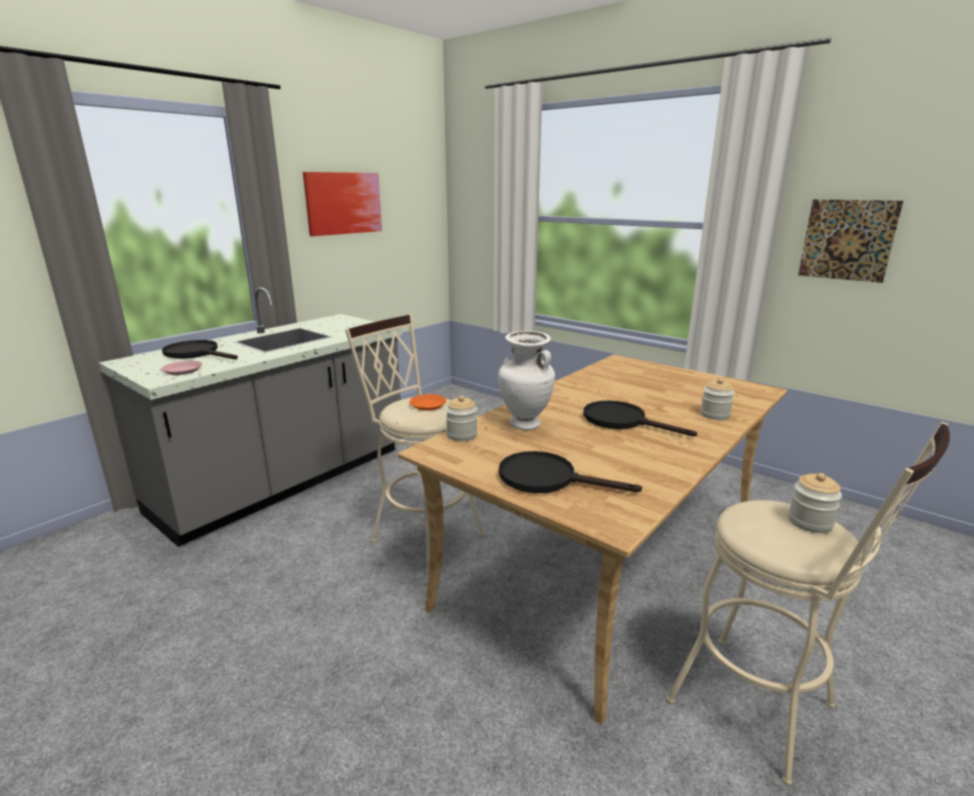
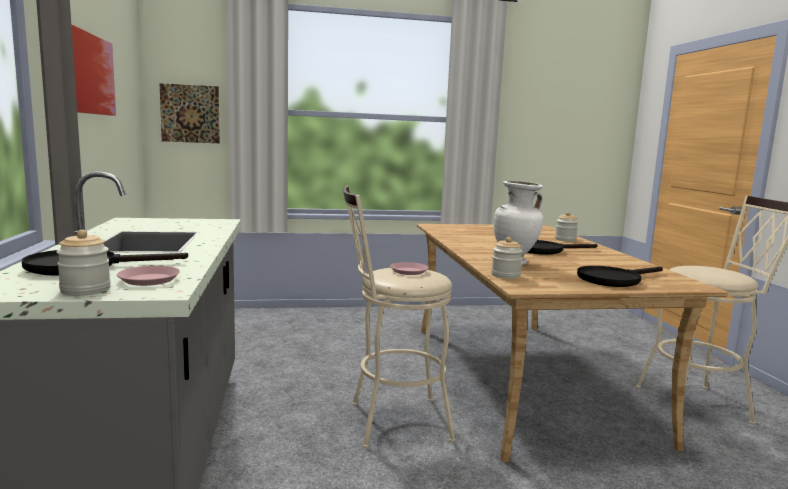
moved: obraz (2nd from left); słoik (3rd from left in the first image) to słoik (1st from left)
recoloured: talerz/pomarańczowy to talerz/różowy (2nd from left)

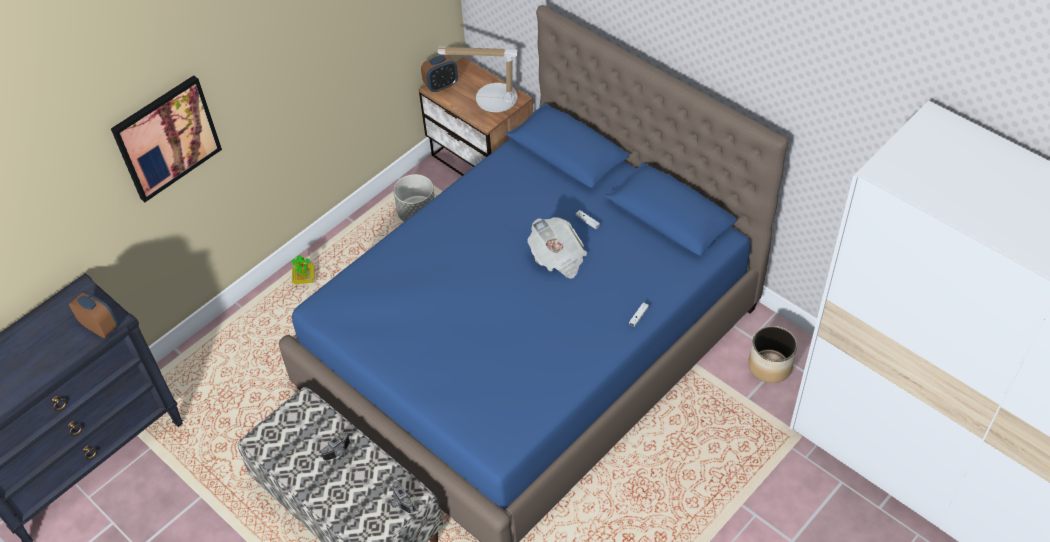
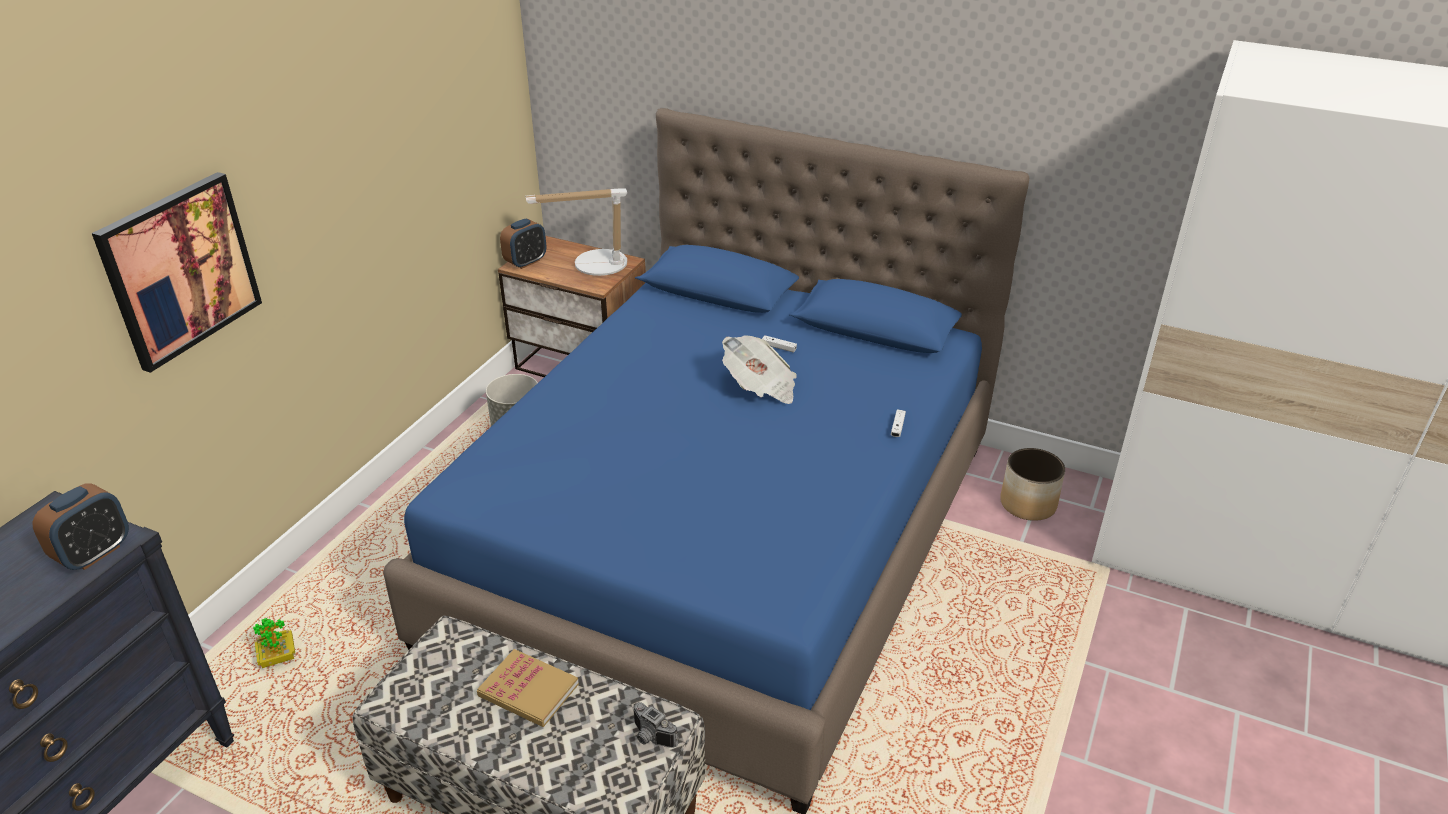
moved: roślina doniczkowa
replaced: aparat fotograficzny (1st from left) to książka
turned: budzik (1st from left) 105 degrees clockwise

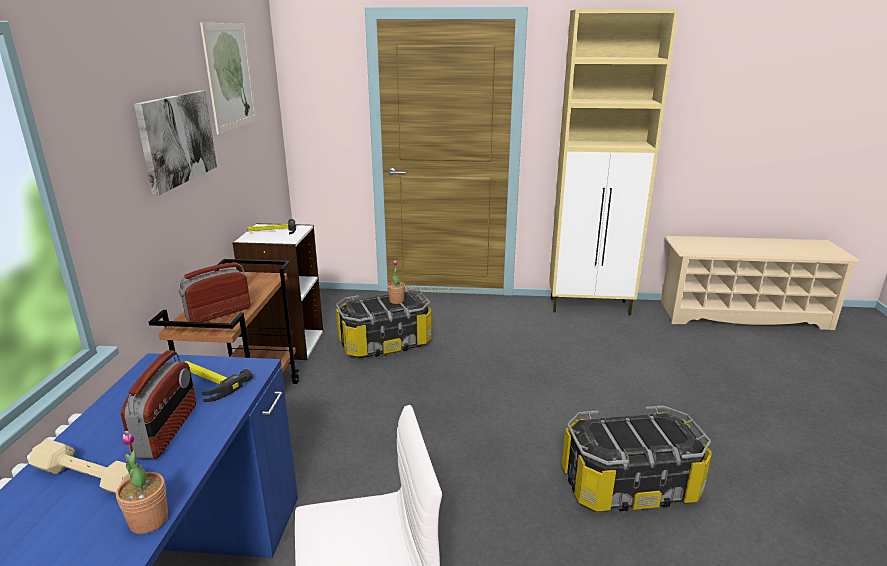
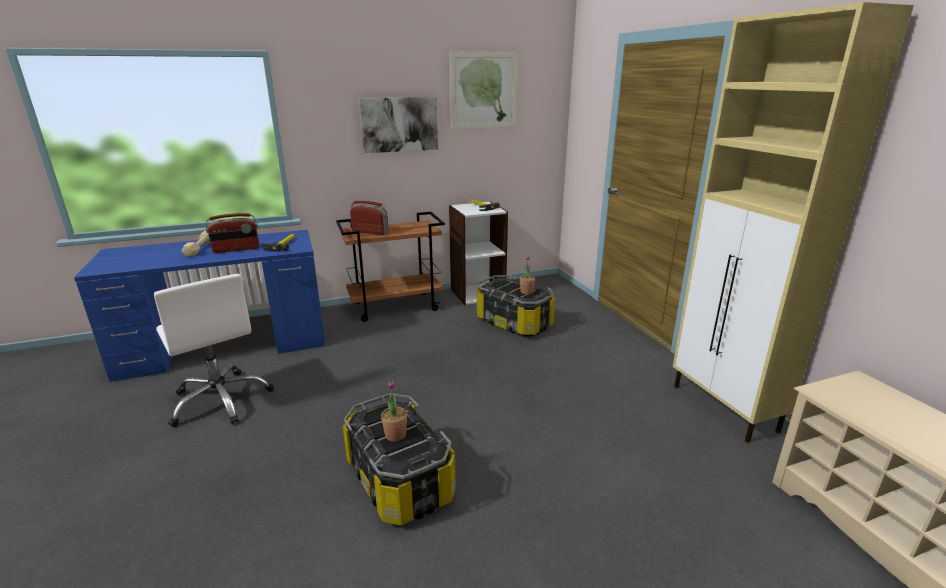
moved: roślina doniczkowa (1st from left)

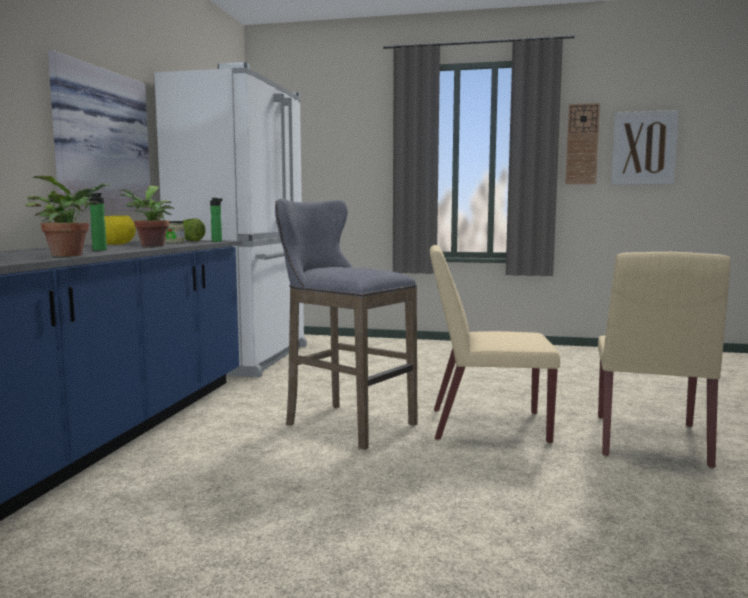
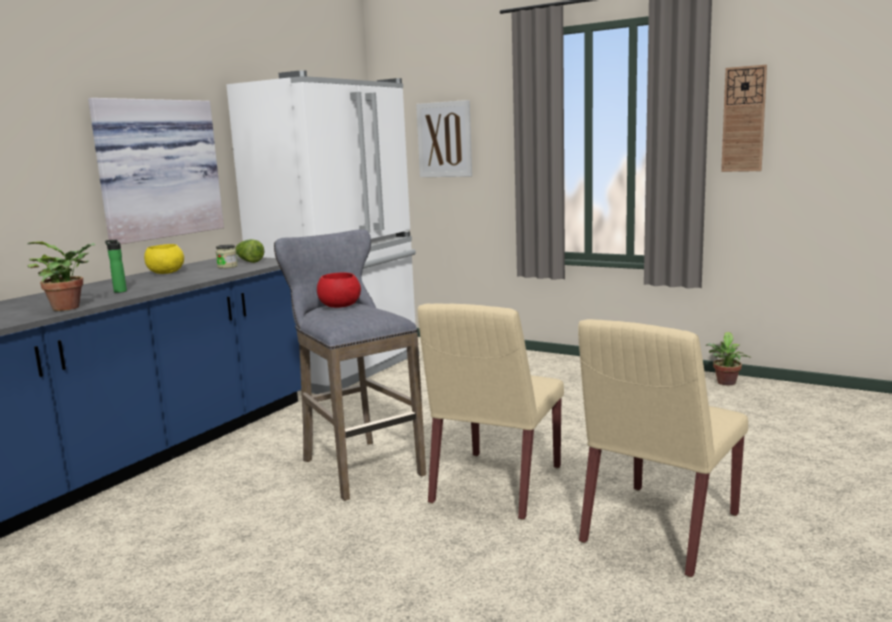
removed: butelka (2nd from left)
added: miska/czerwony
moved: obraz (2nd from left); roślina doniczkowa (2nd from left)
turned: krzesło/beżowy (1st from left) 90 degrees counterclockwise

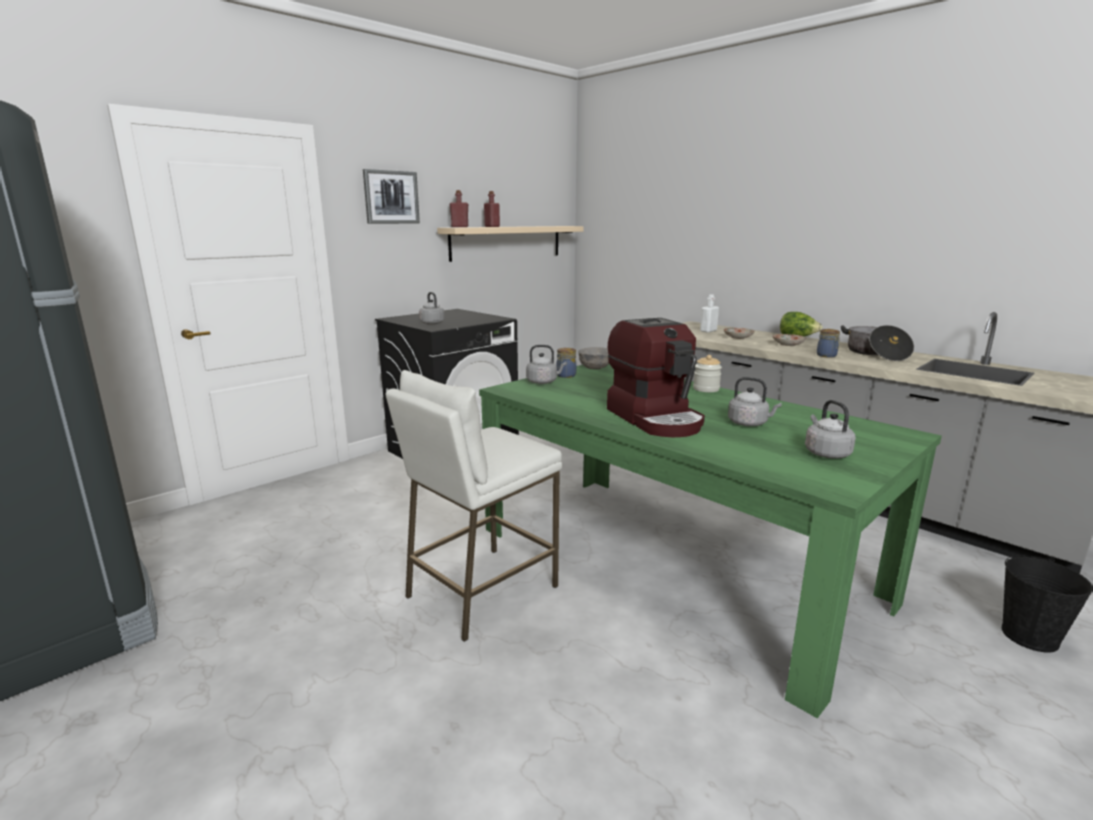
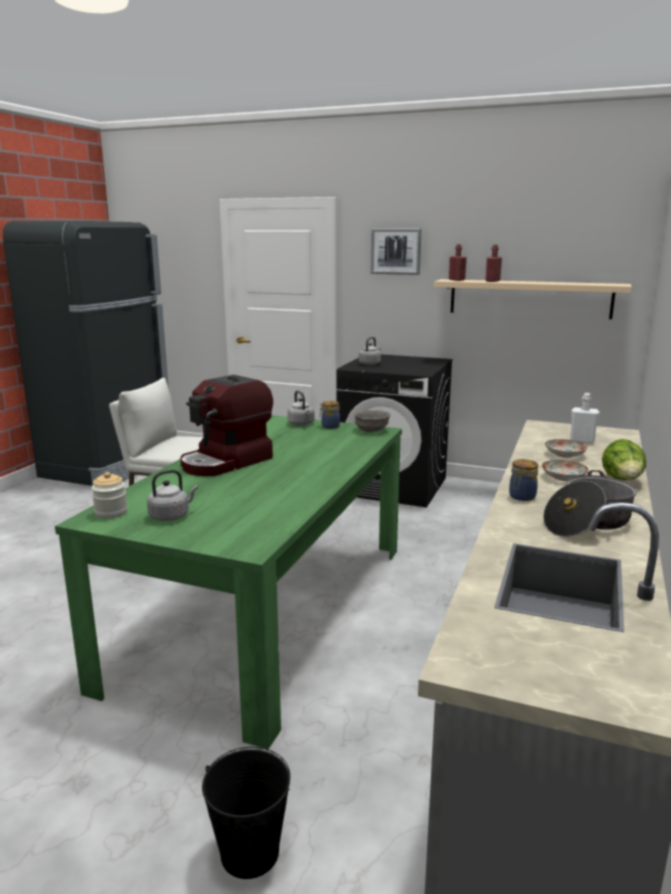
removed: czajnik/szary (3rd from left)
moved: słoik (2nd from left in the first image) to słoik (1st from left)

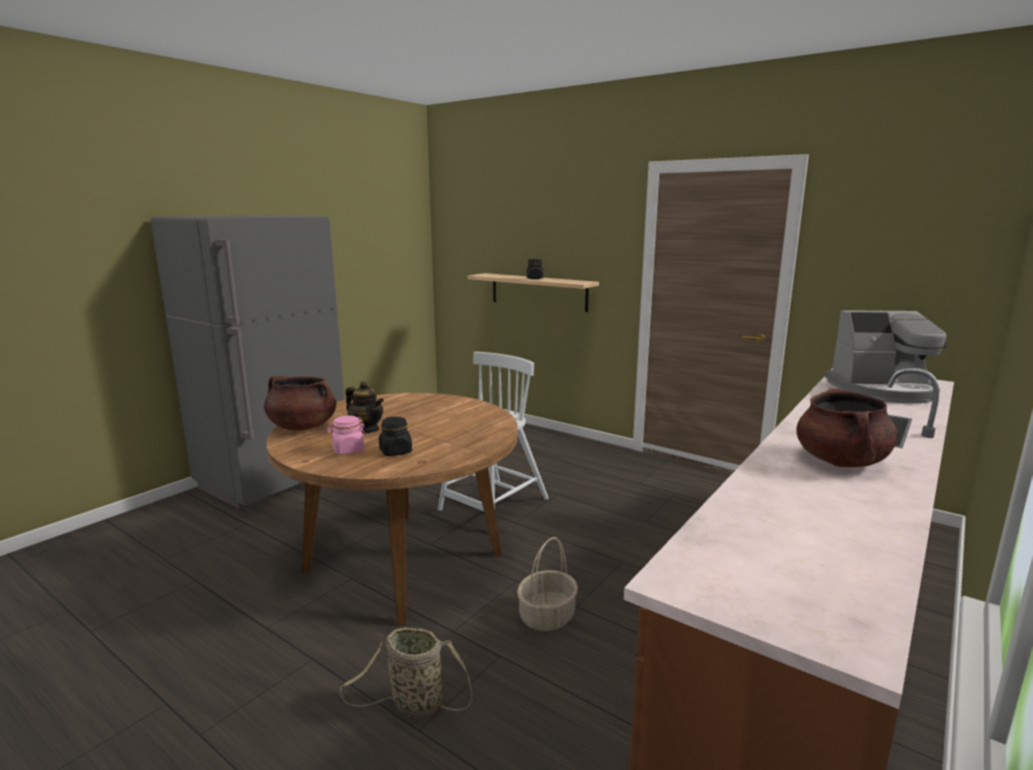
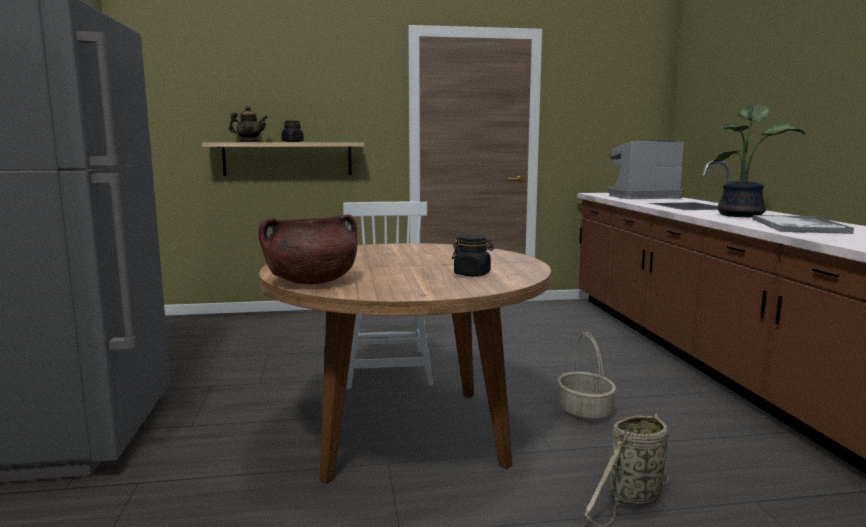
removed: słoik/różowy
added: taca
moved: imbryk
replaced: garnek/brązowy (2nd from left) to roślina doniczkowa
turned: ekspres do kawy 150 degrees counterclockwise

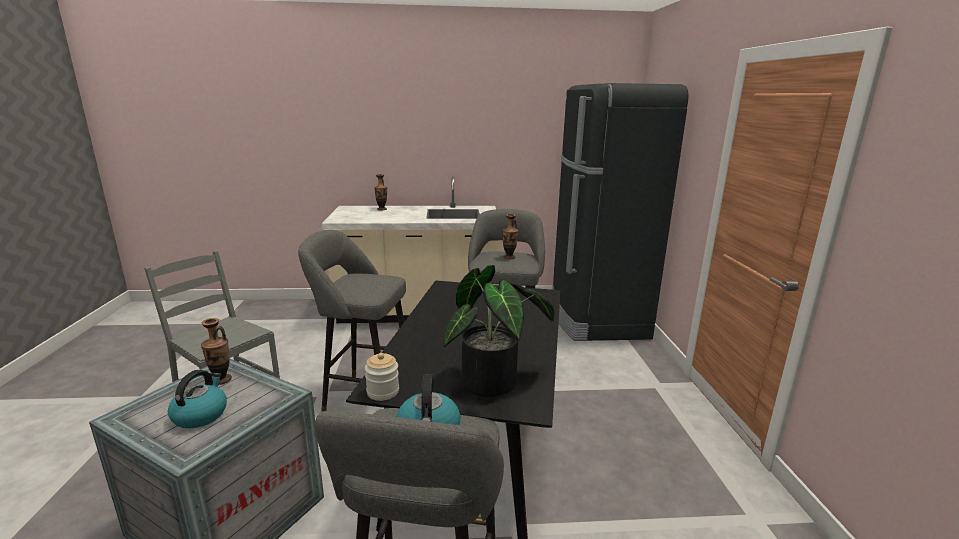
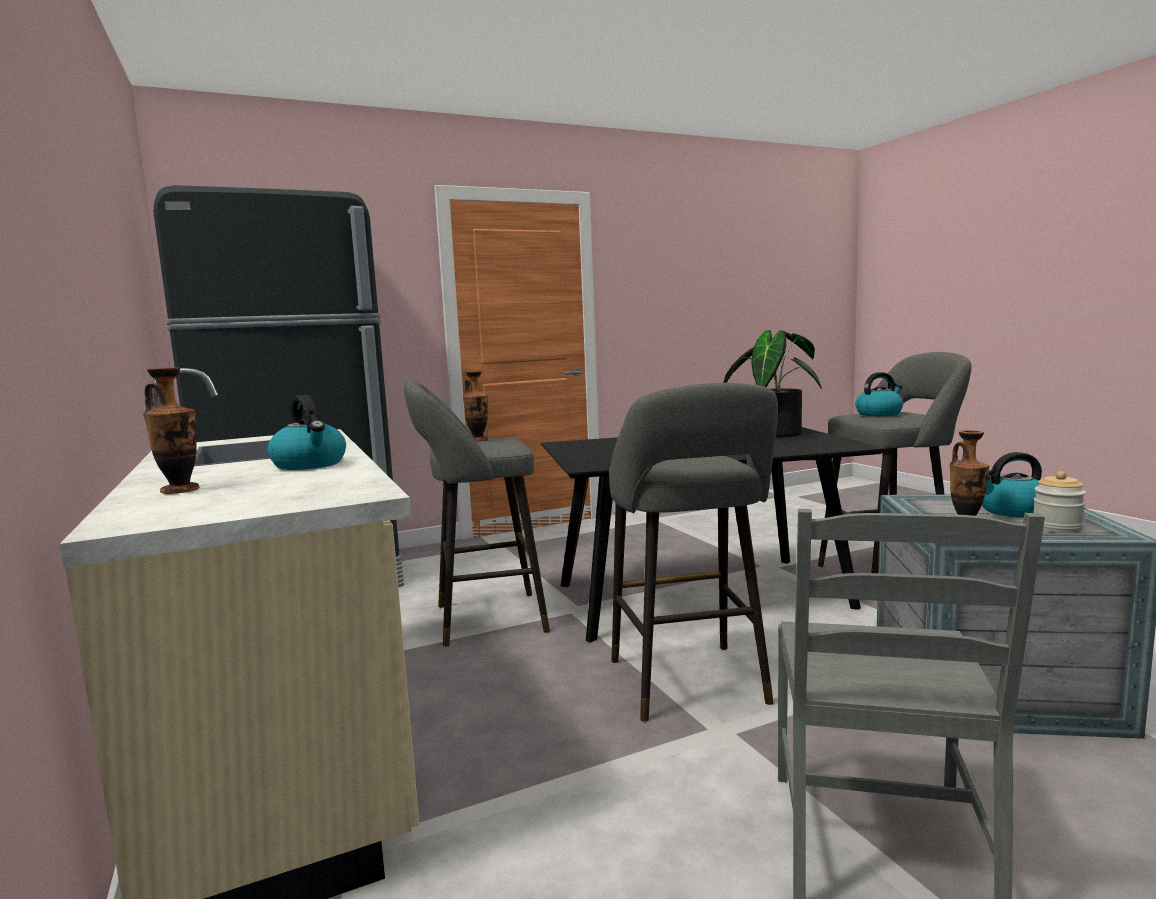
added: czajnik (1st from left)
moved: słoik

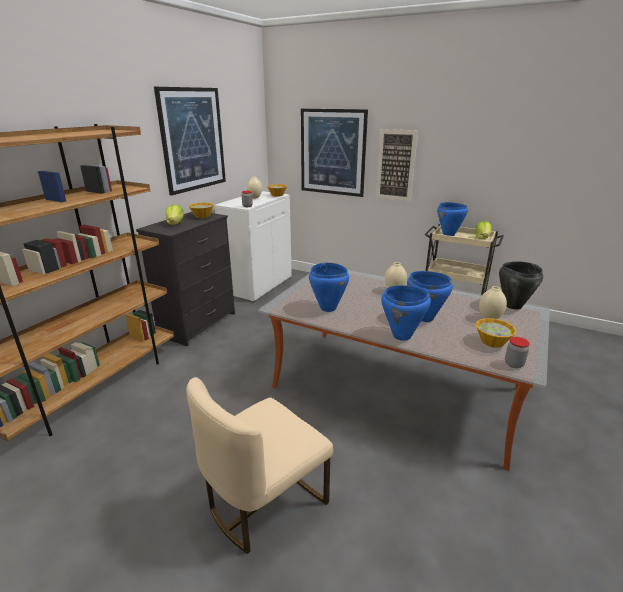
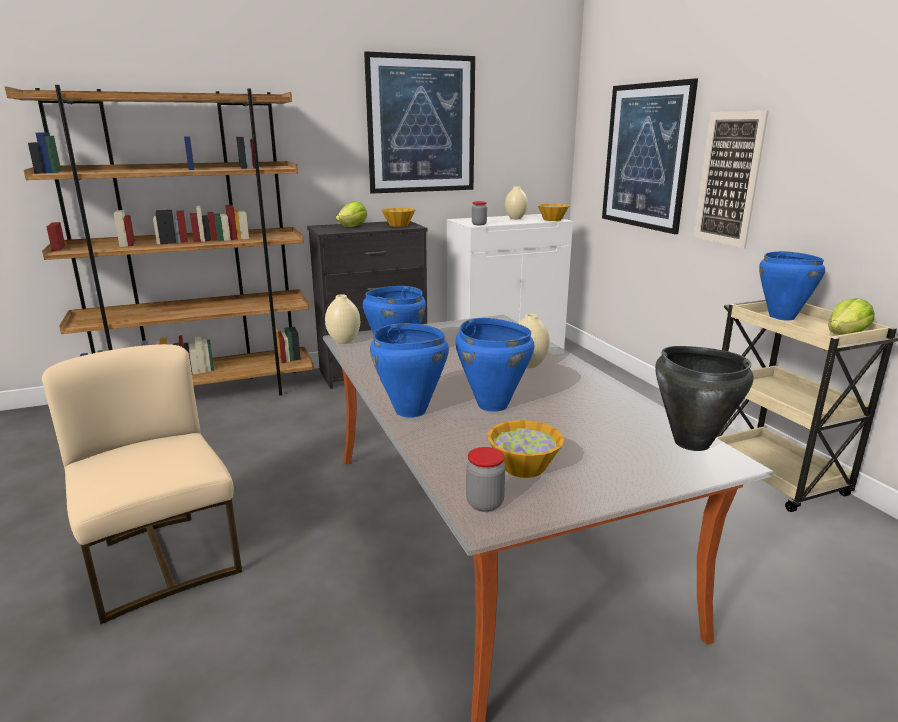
moved: wazon/beżowy (3rd from left in the first image) to wazon/beżowy (1st from left)
turned: krzesło/beżowy 60 degrees clockwise

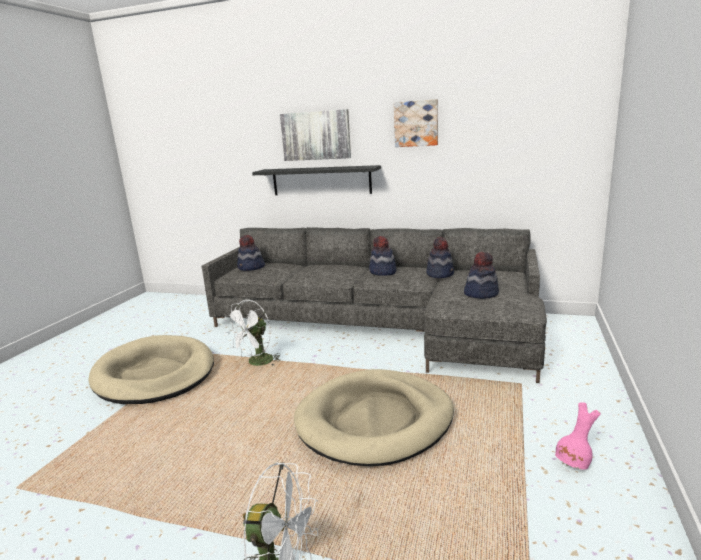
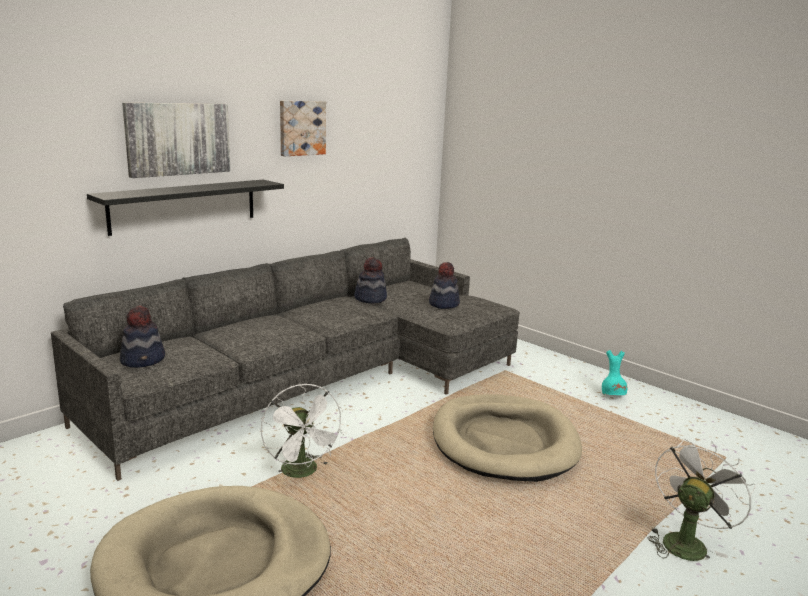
removed: kapelusz (2nd from left)
recoloured: wazon/różowy to wazon/turkusowy

